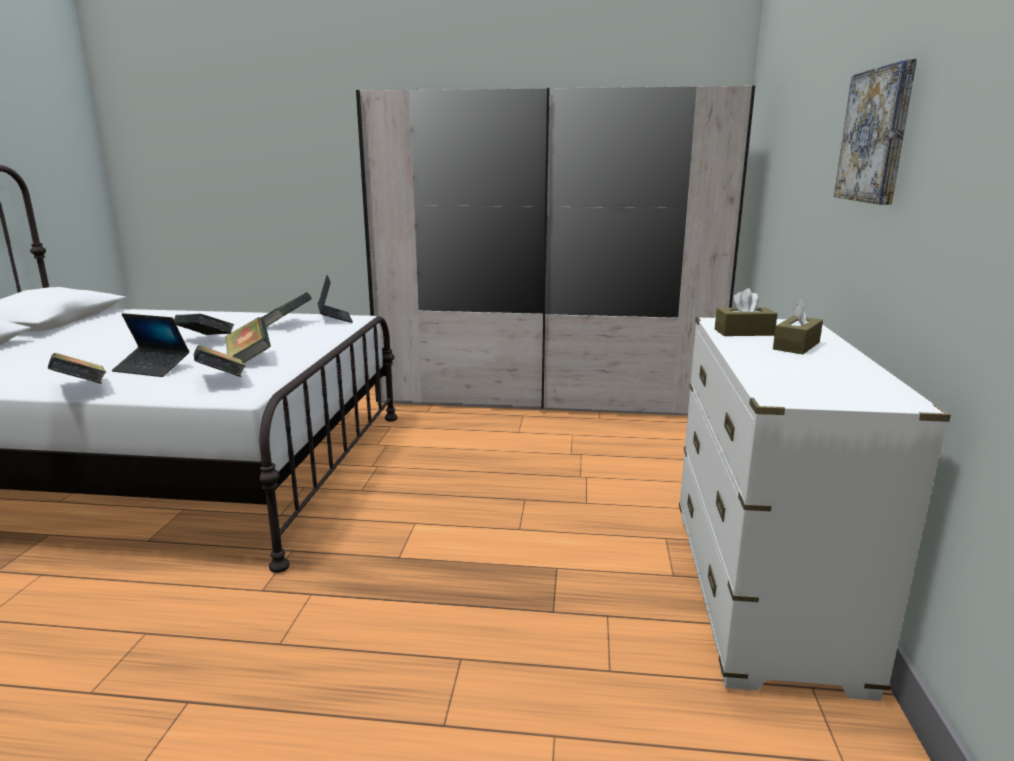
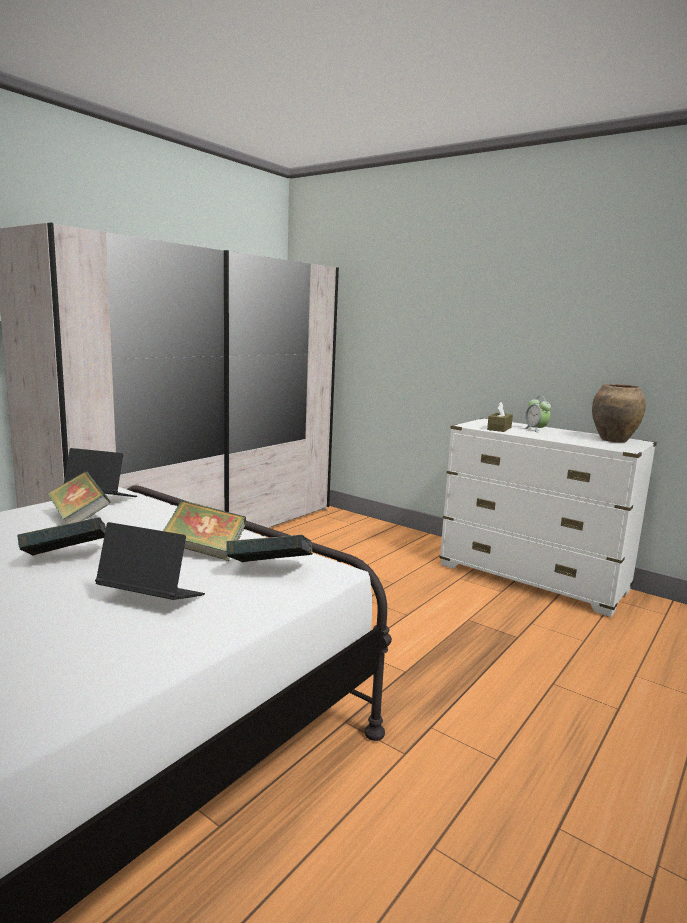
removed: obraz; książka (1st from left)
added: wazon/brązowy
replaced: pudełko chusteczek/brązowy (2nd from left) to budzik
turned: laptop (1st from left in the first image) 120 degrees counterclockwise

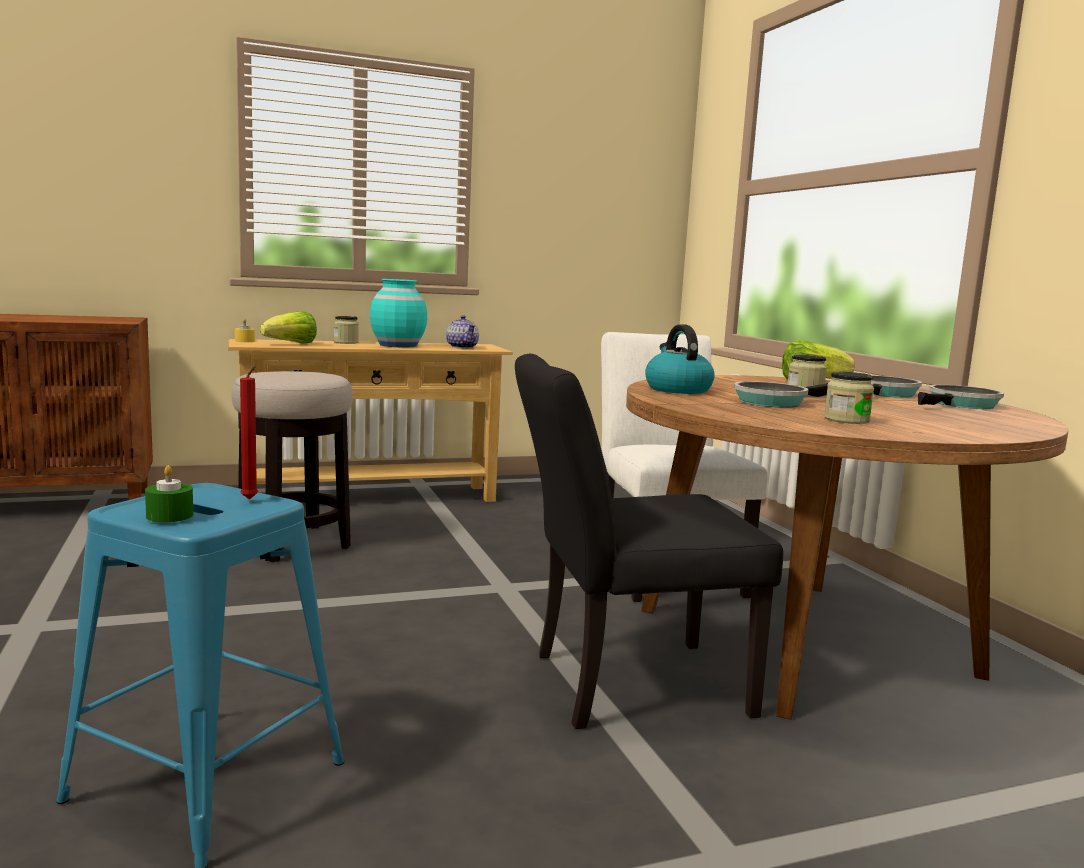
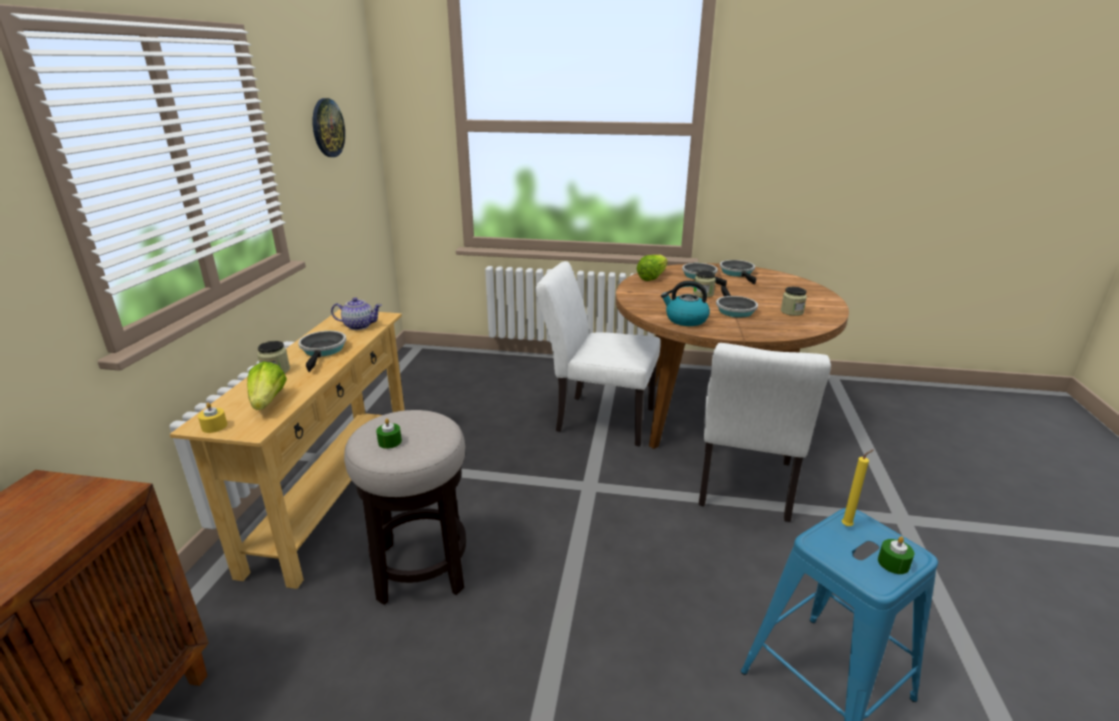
added: zegar ścienny; świeca/zielony (1st from left)
replaced: wazon/turkusowy to patelnia (1st from left)
recoloured: krzesło/czarny to krzesło/biały (2nd from left); świeca/czerwony to świeca/żółty (2nd from left)

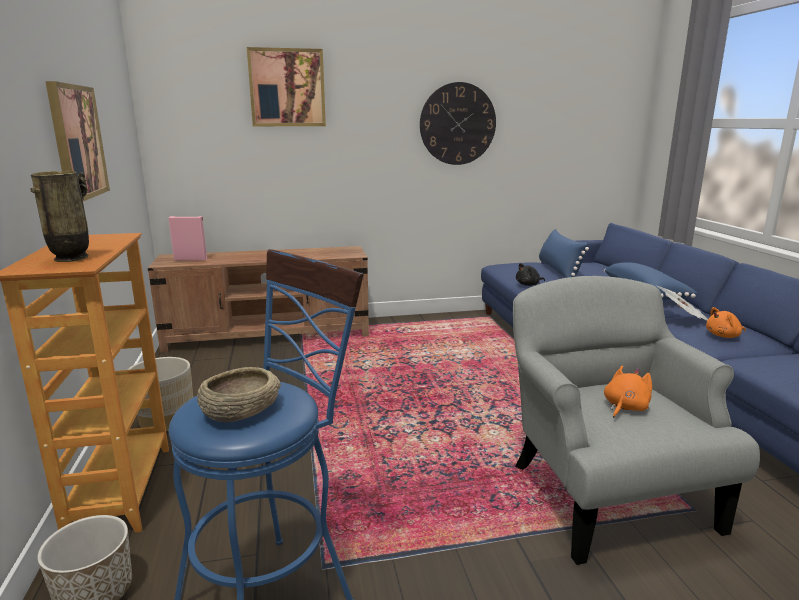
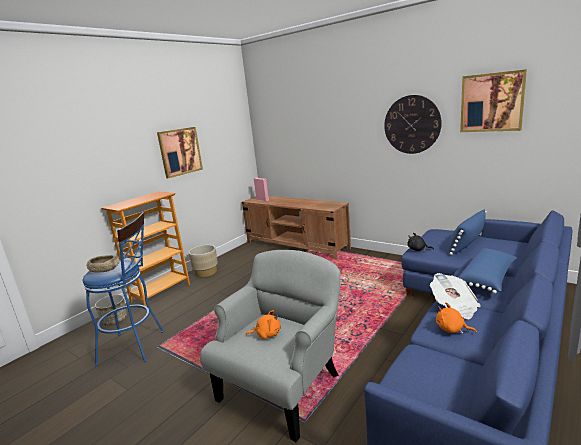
removed: wazon
moved: obraz (2nd from left)

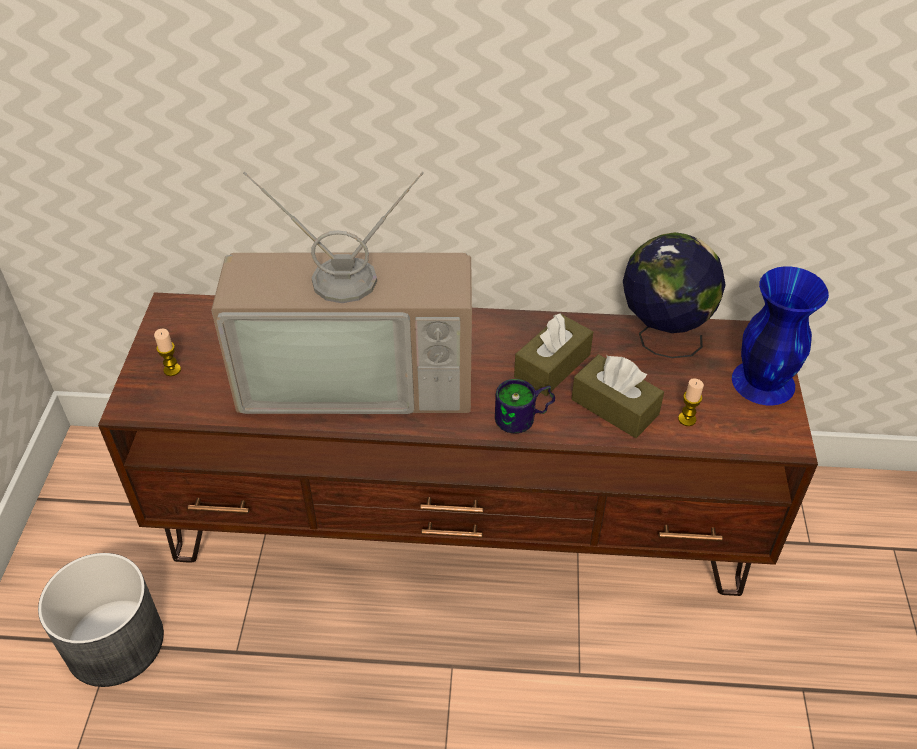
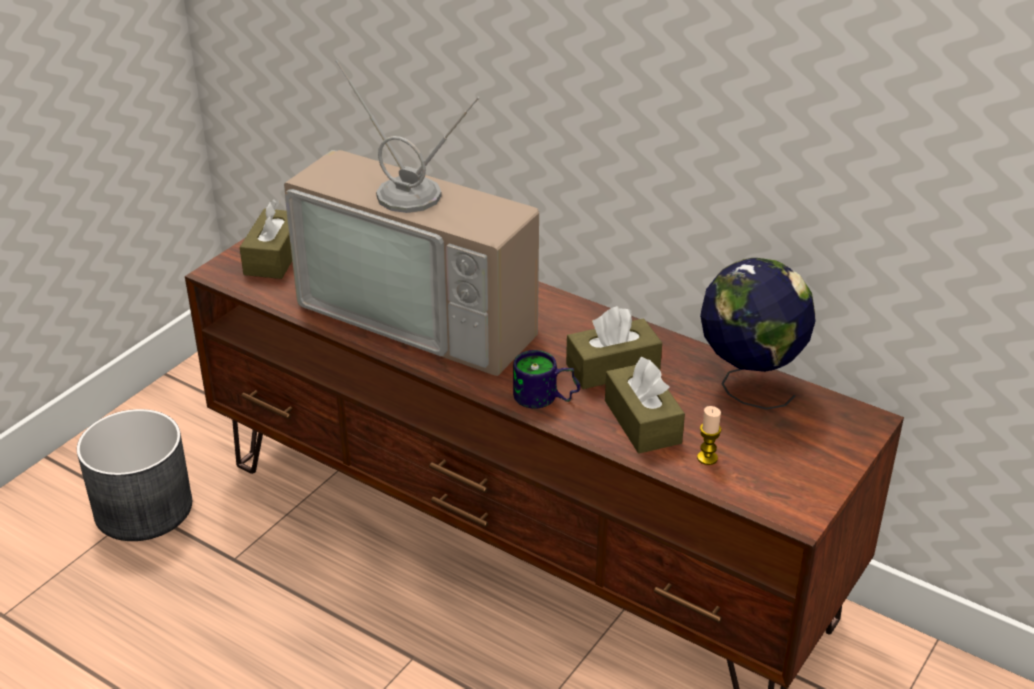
removed: wazon/niebieski
replaced: świeca (1st from left) to pudełko chusteczek/brązowy (1st from left)

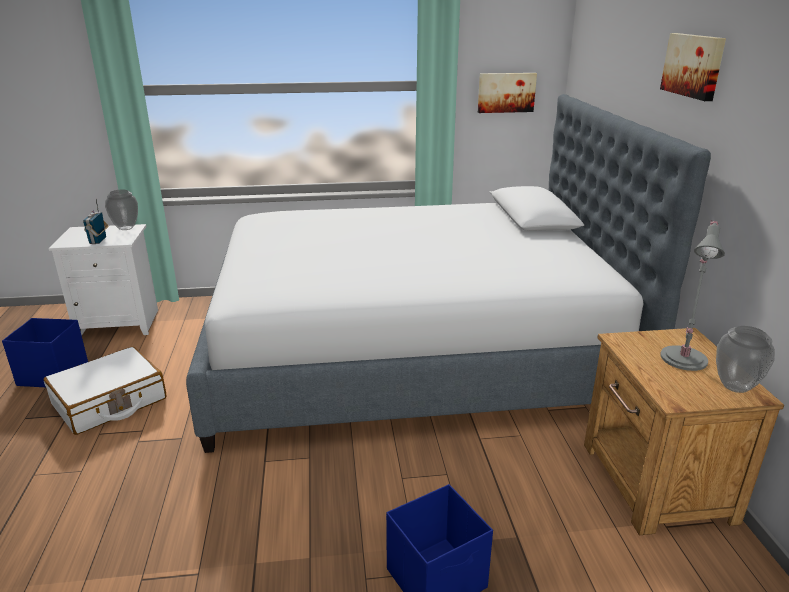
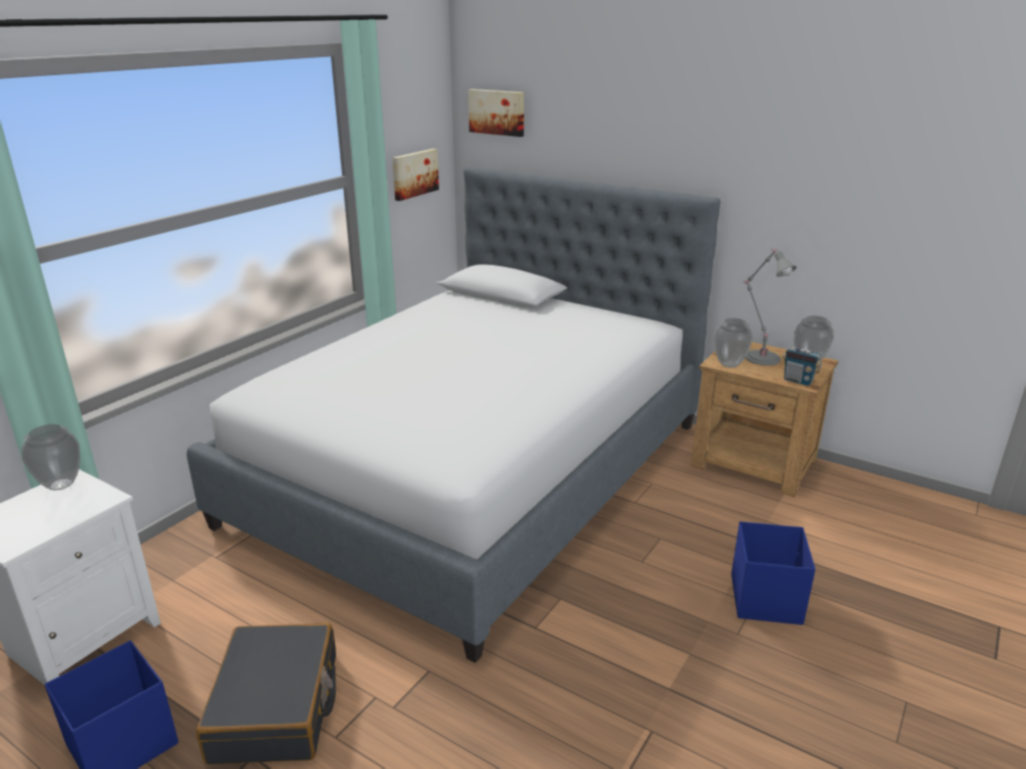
added: wazon (2nd from left)
moved: obraz (2nd from left); radio
recoloured: walizka/biały to walizka/czarny

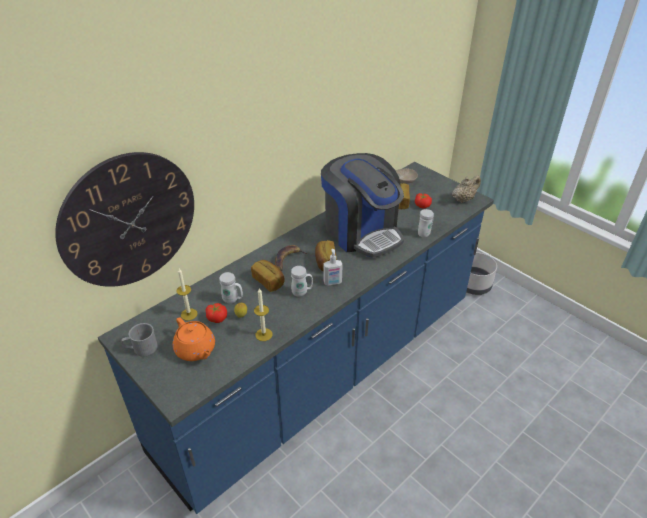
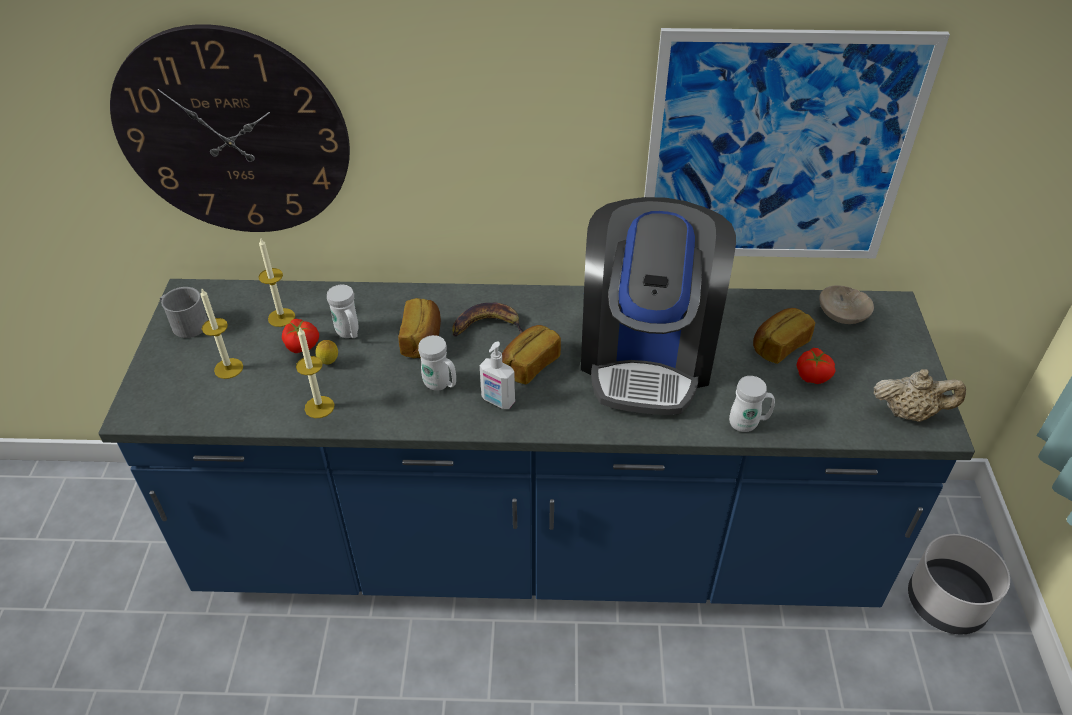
added: obraz
replaced: imbryk/pomarańczowy to świeca (1st from left)

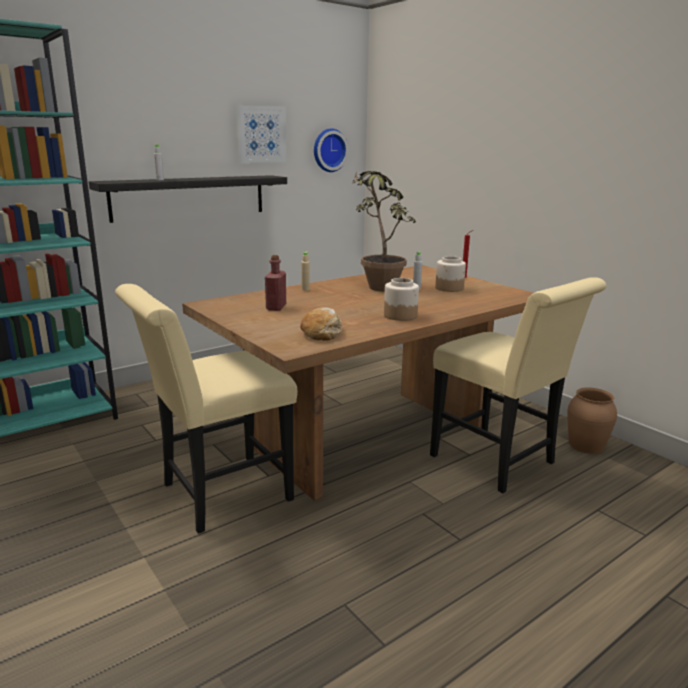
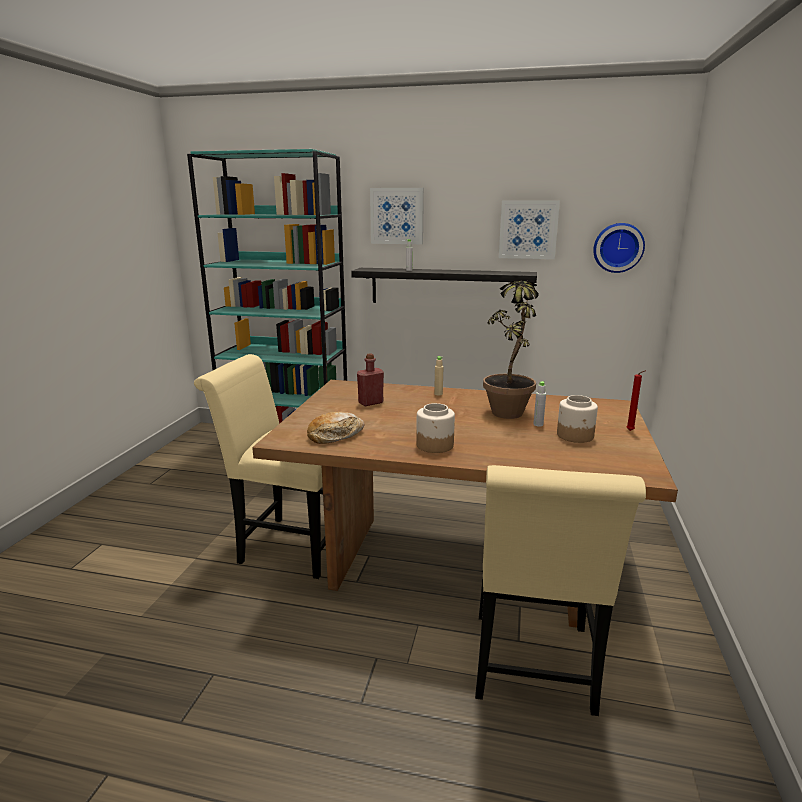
removed: wazon/brązowy
added: obraz (1st from left)

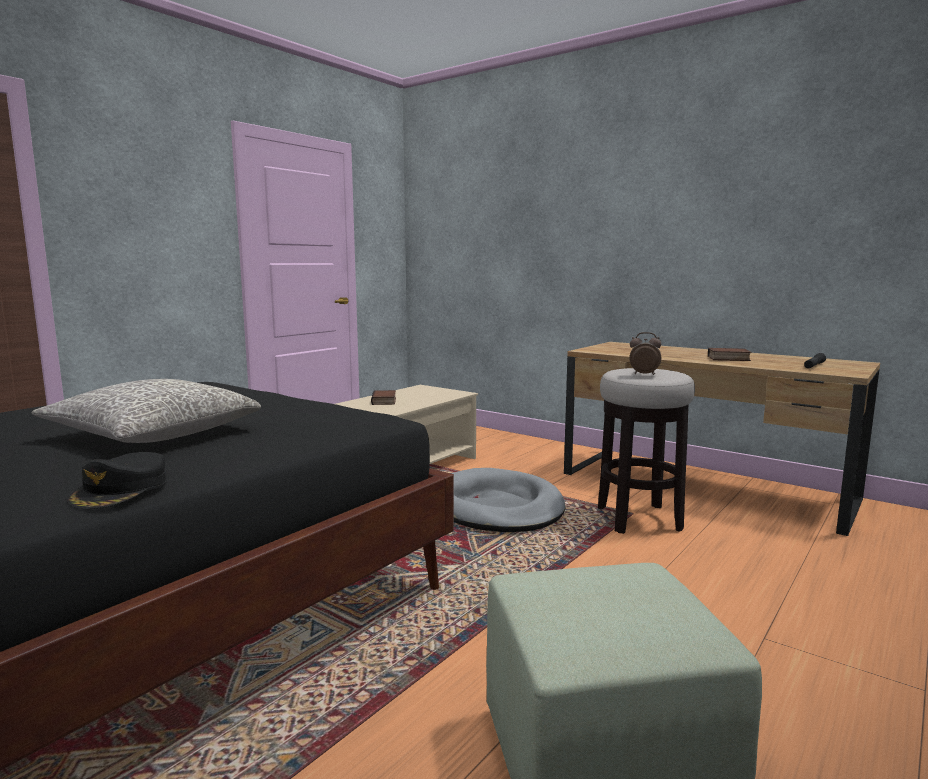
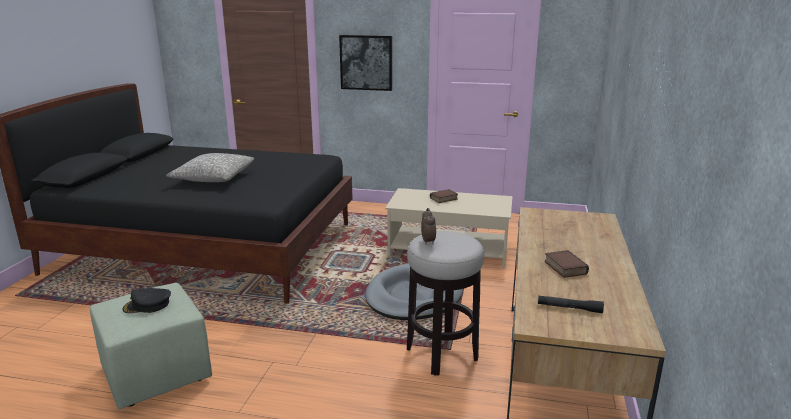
added: obraz
moved: czapka z daszkiem/czarny

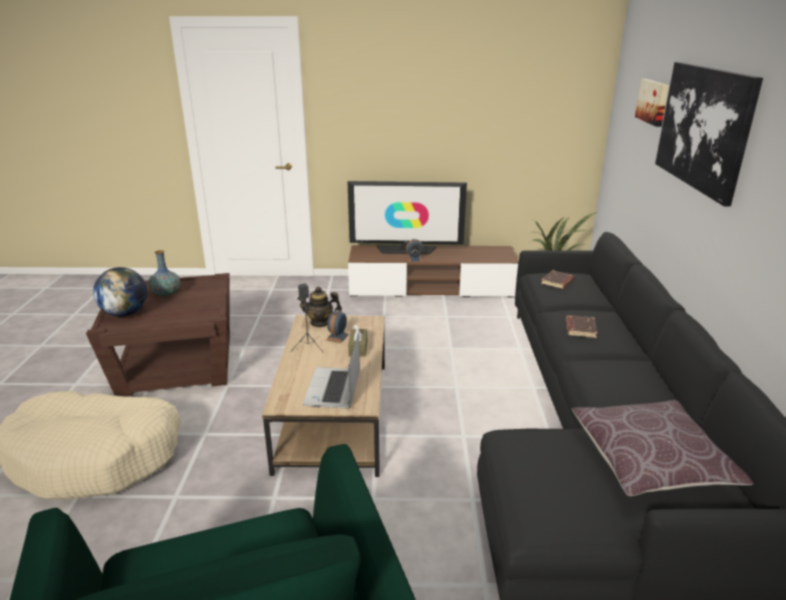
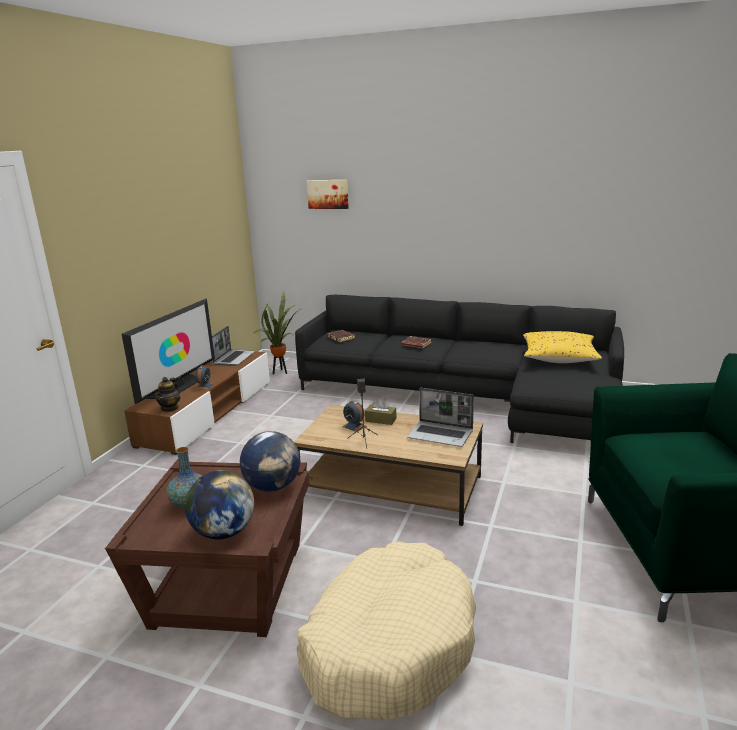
removed: obraz (2nd from left)
added: laptop (1st from left); globus (2nd from left)
moved: imbryk
recoloured: poduszka/brązowy to poduszka/żółty

